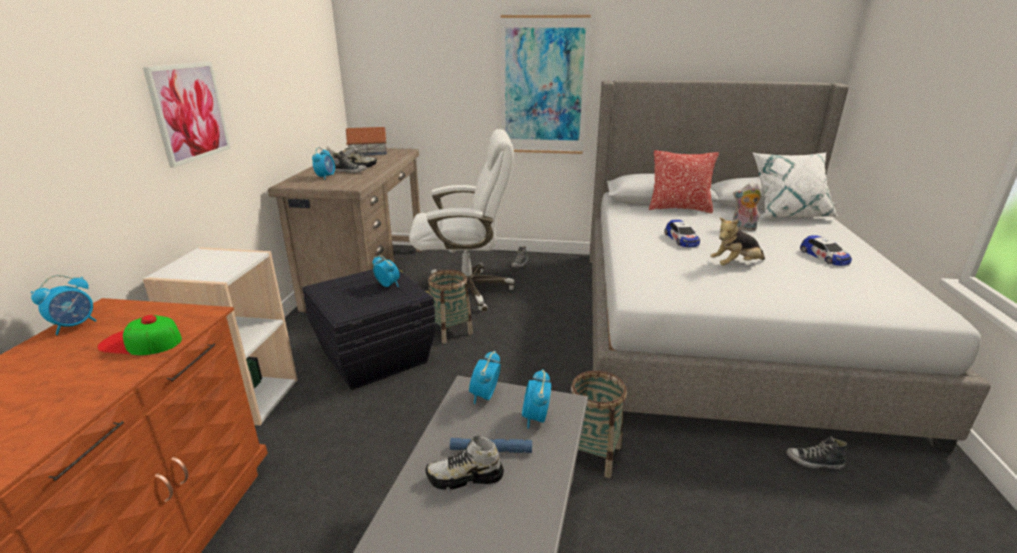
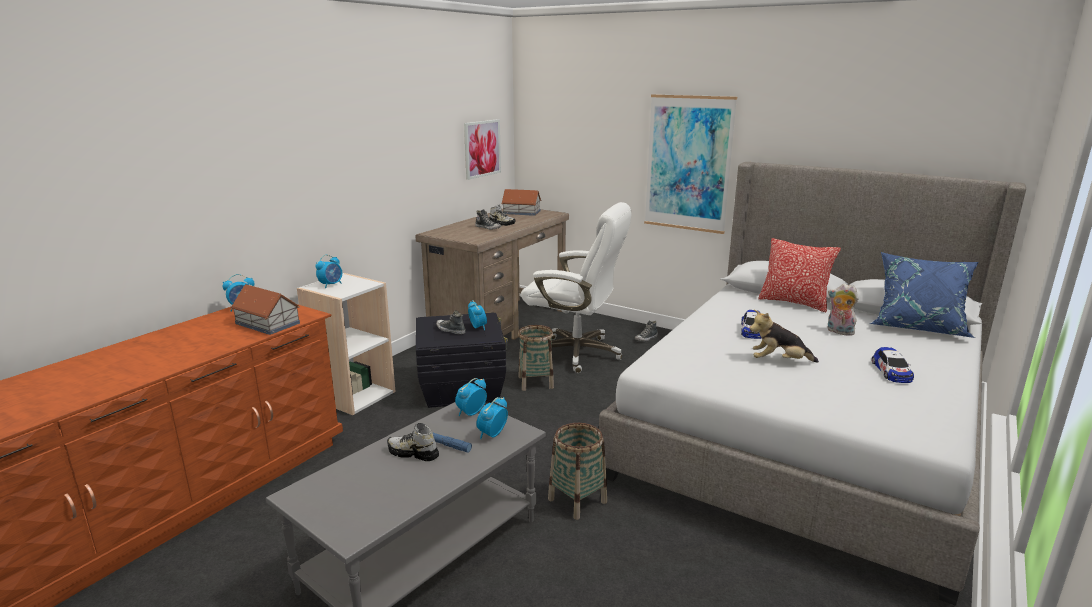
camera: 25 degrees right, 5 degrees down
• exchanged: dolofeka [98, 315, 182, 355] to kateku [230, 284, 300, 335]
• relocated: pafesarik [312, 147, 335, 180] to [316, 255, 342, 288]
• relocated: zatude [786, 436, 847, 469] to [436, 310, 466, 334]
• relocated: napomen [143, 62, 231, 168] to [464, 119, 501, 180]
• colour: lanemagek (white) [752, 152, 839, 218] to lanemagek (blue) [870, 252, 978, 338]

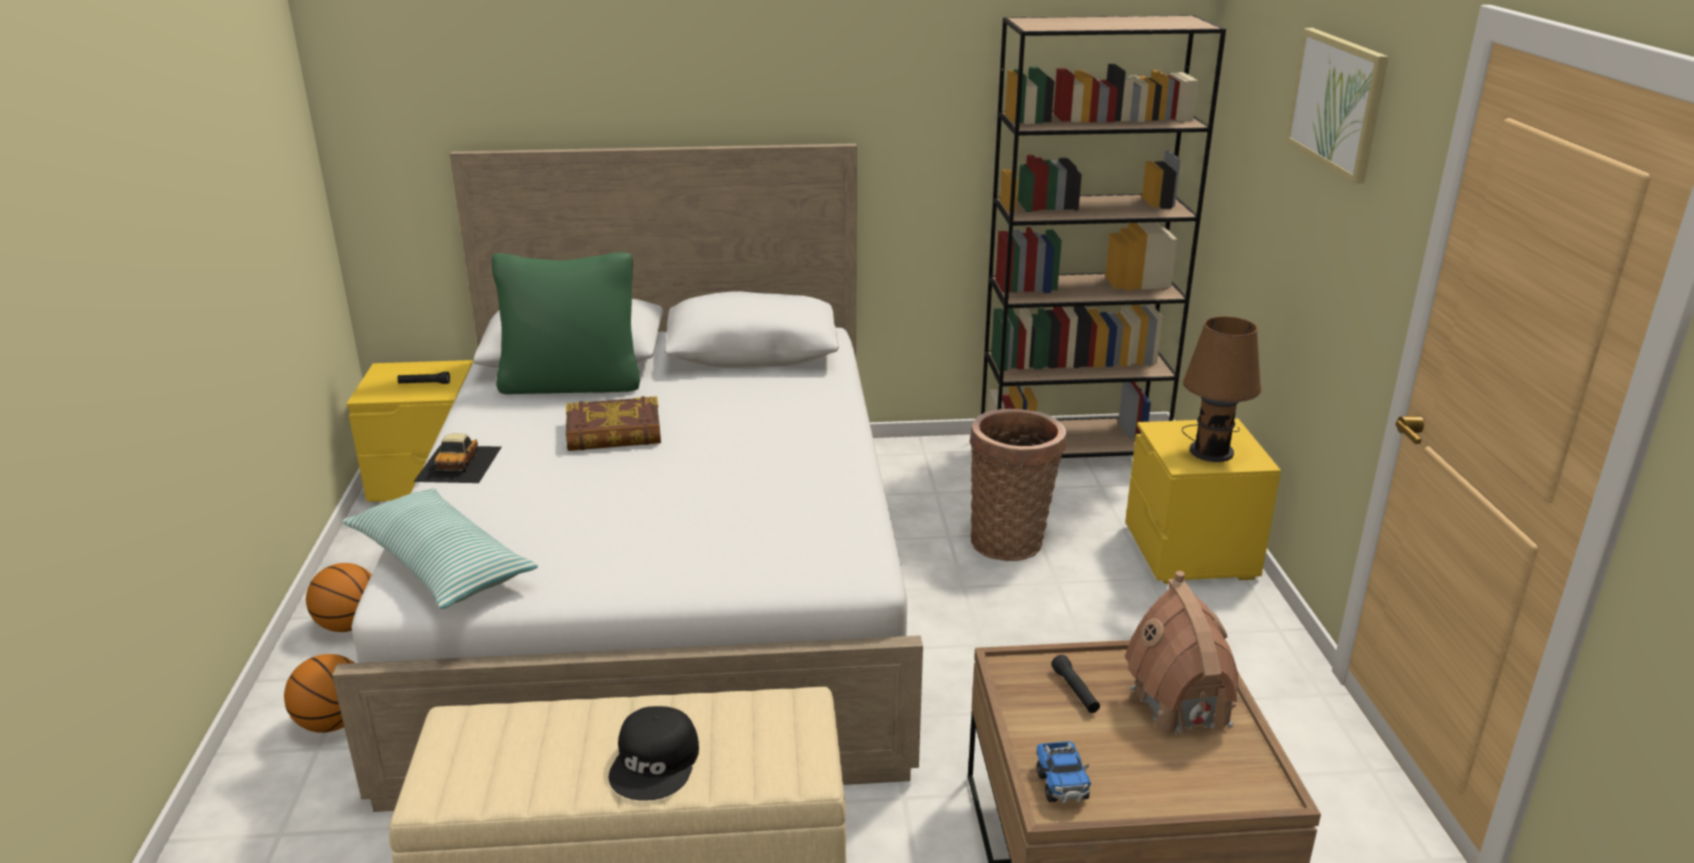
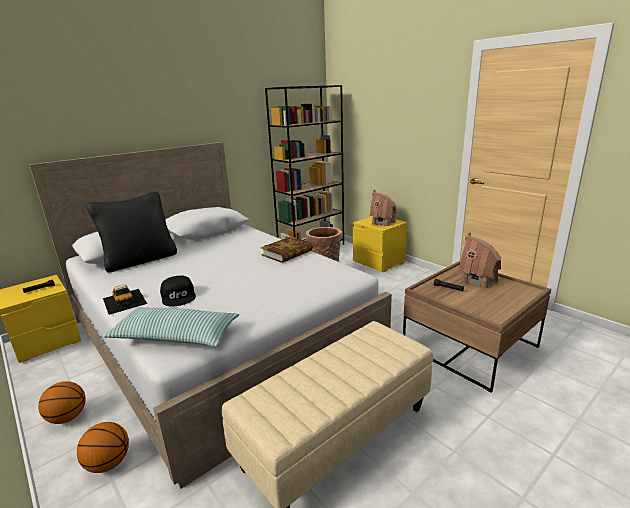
camera: 35 degrees left, 5 degrees down
• colour: lanemagek (green) [492, 253, 640, 394] to lanemagek (black) [86, 192, 177, 273]
• relocated: dolofeka (black) [609, 706, 699, 801] to [160, 275, 196, 307]
• relocated: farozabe [566, 396, 661, 451] to [261, 236, 313, 263]
• exchanged: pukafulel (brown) [1182, 316, 1262, 462] to kateku [370, 190, 396, 226]
• missing: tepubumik [1036, 741, 1091, 804]
• missing: napomen [1286, 28, 1389, 184]

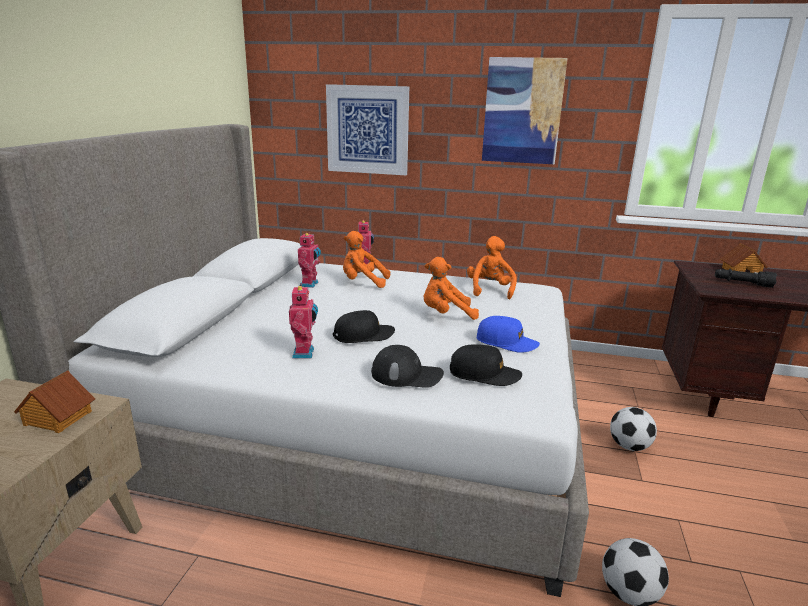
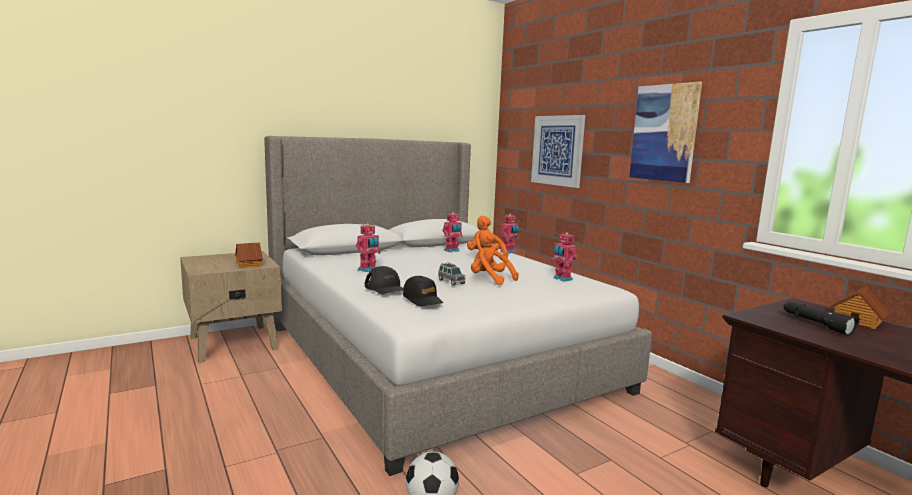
camera: 45 degrees right, 10 degrees down
• appeared: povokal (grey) [438, 263, 466, 286]
• exchanged: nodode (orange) [467, 236, 516, 299] to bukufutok [551, 232, 577, 282]
• missing: dolofeka (black) [333, 310, 395, 343]
• missing: dolofeka (blue) [477, 316, 540, 353]
• missing: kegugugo [610, 407, 657, 451]

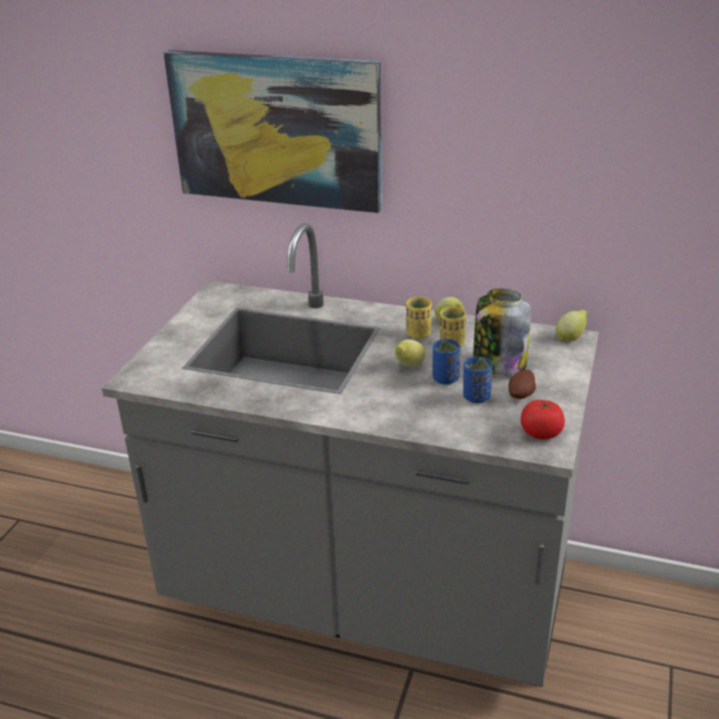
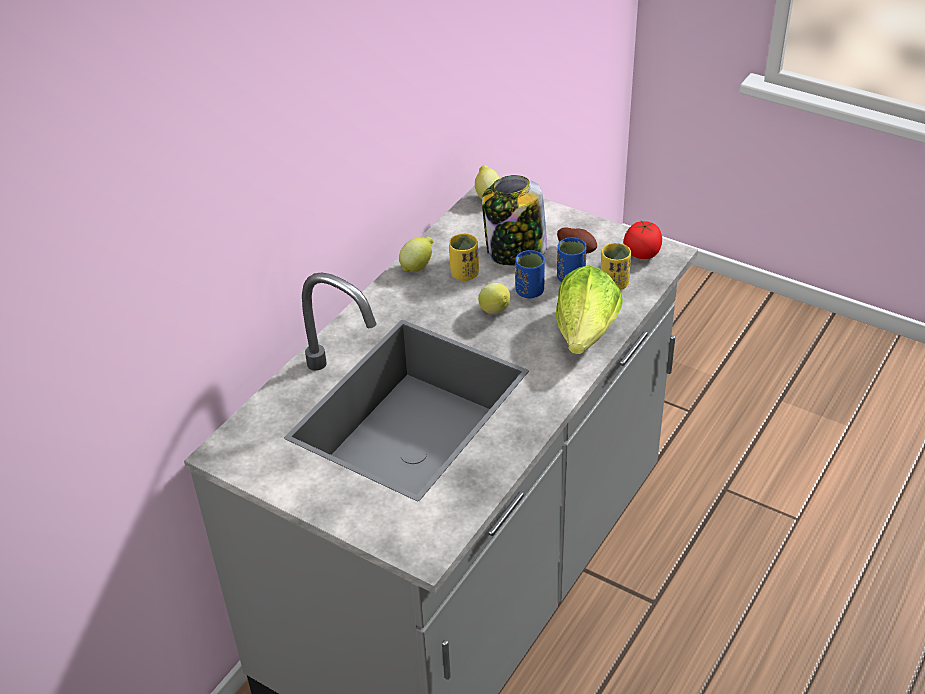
camera: 75 degrees left, 10 degrees up
• appeared: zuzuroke [556, 265, 623, 354]
• relocated: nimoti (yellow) [406, 297, 432, 339] to [601, 243, 631, 290]
• missing: napomen [163, 50, 382, 213]

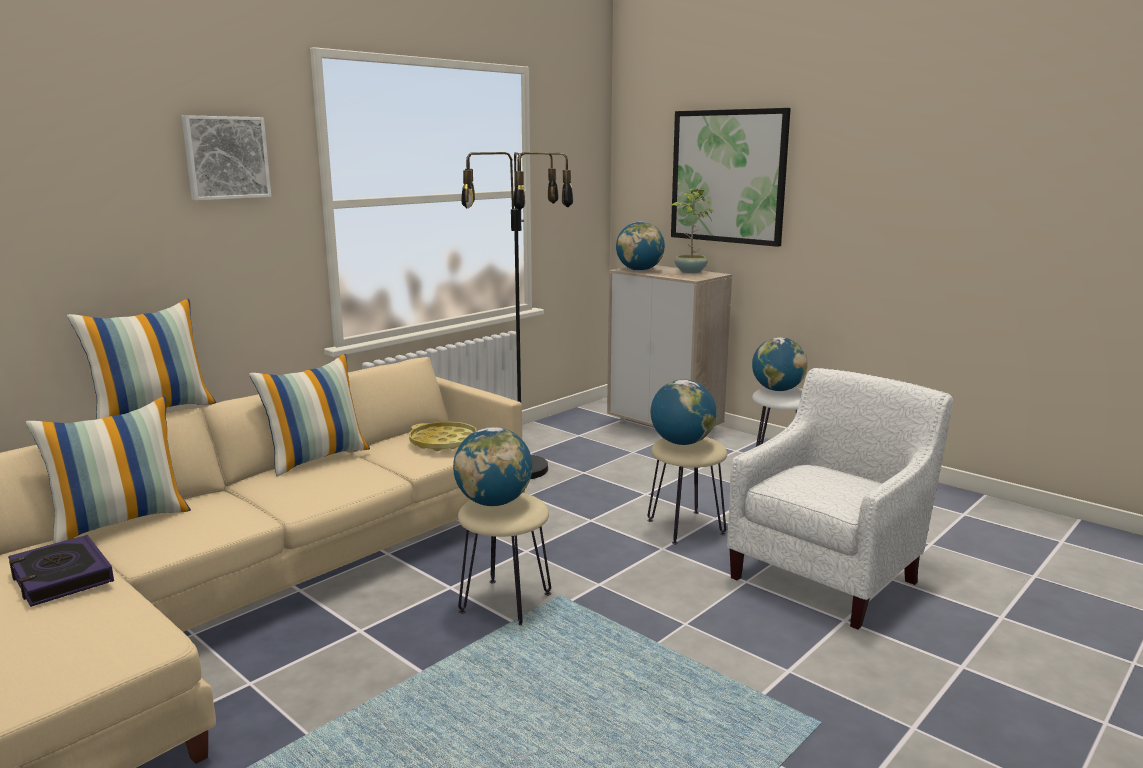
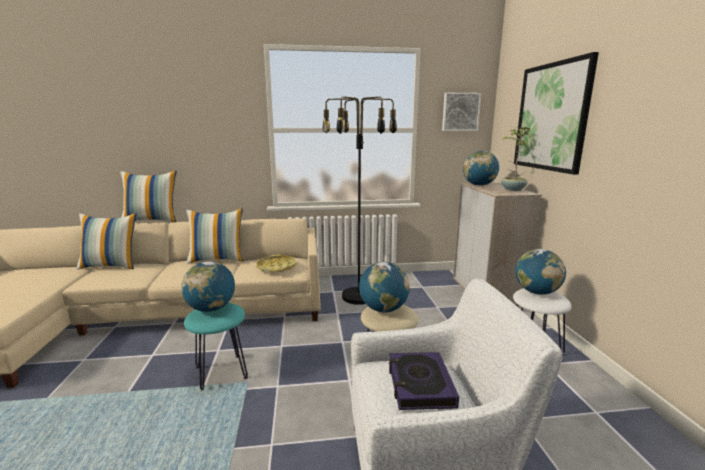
camera: 40 degrees right, 0 degrees up
• colour: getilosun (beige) [458, 493, 551, 625] to getilosun (turquoise) [184, 303, 248, 390]
• relocated: farozabe [8, 535, 114, 607] to [389, 352, 459, 410]
• relocated: napomen [182, 115, 271, 200] to [442, 93, 481, 131]

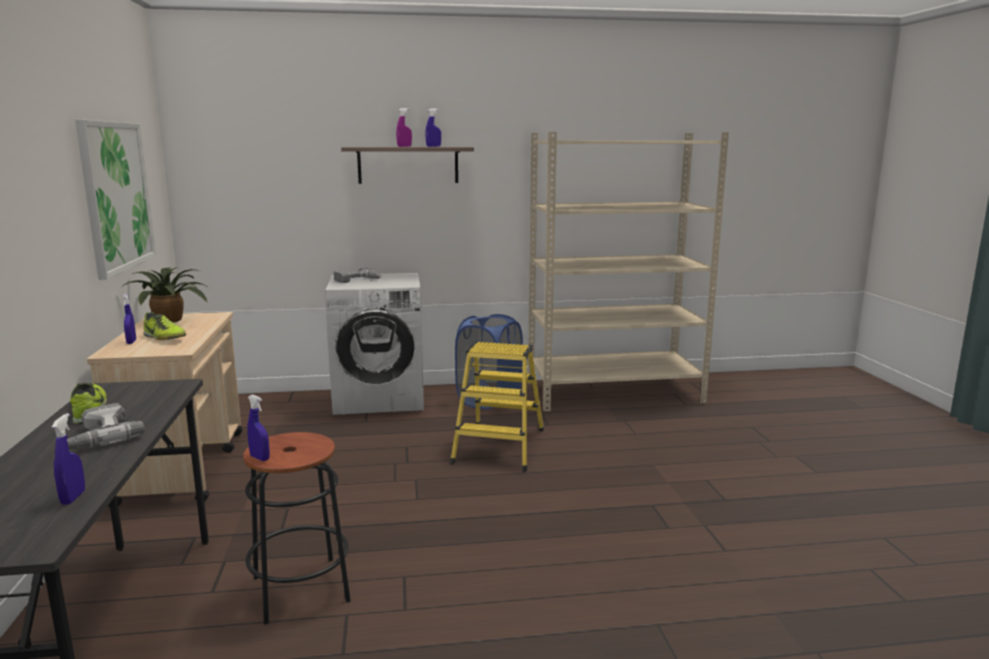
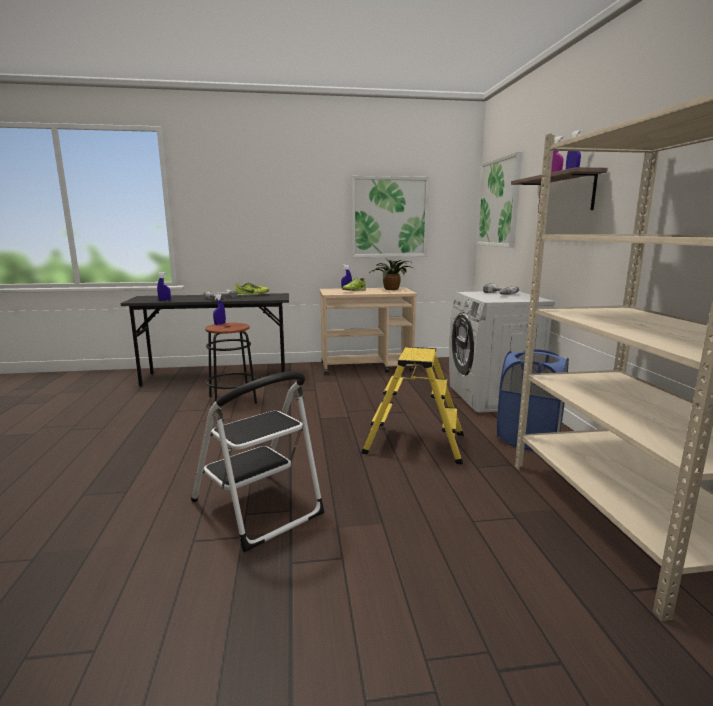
camera: 90 degrees right, 0 degrees up
• appeared: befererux [191, 371, 324, 552]
• appeared: napomen [476, 152, 522, 248]

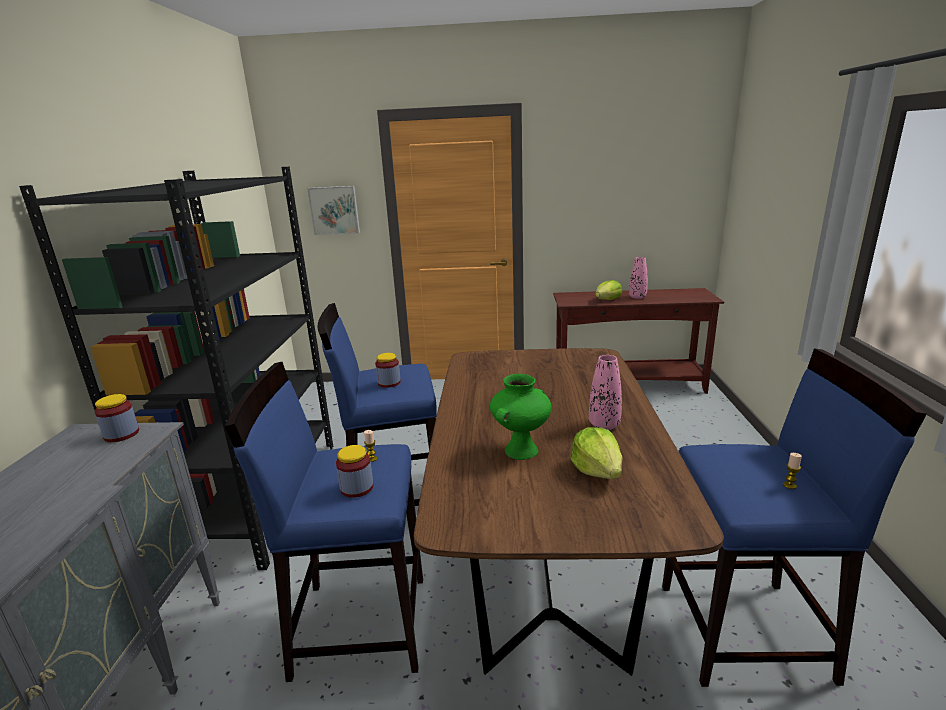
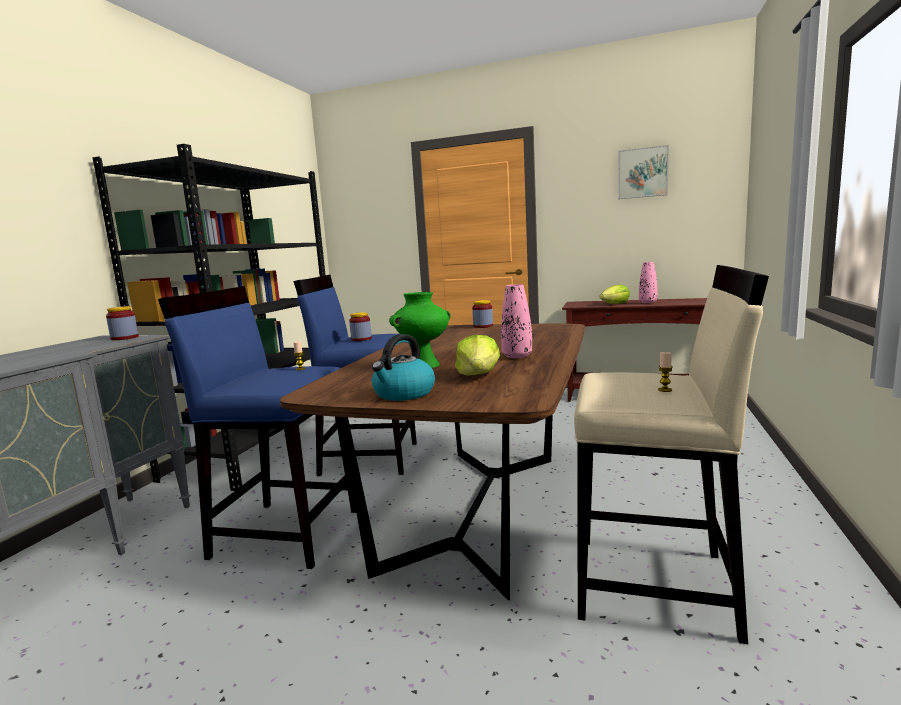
camera: 15 degrees right, 10 degrees down
• appeared: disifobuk [372, 334, 435, 401]
• relocated: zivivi [336, 445, 373, 498] to [472, 300, 493, 328]
• colour: getilosun (blue) [662, 348, 927, 687] to getilosun (beige) [574, 265, 769, 644]
• relocated: napomen [307, 186, 360, 235] to [618, 145, 669, 199]

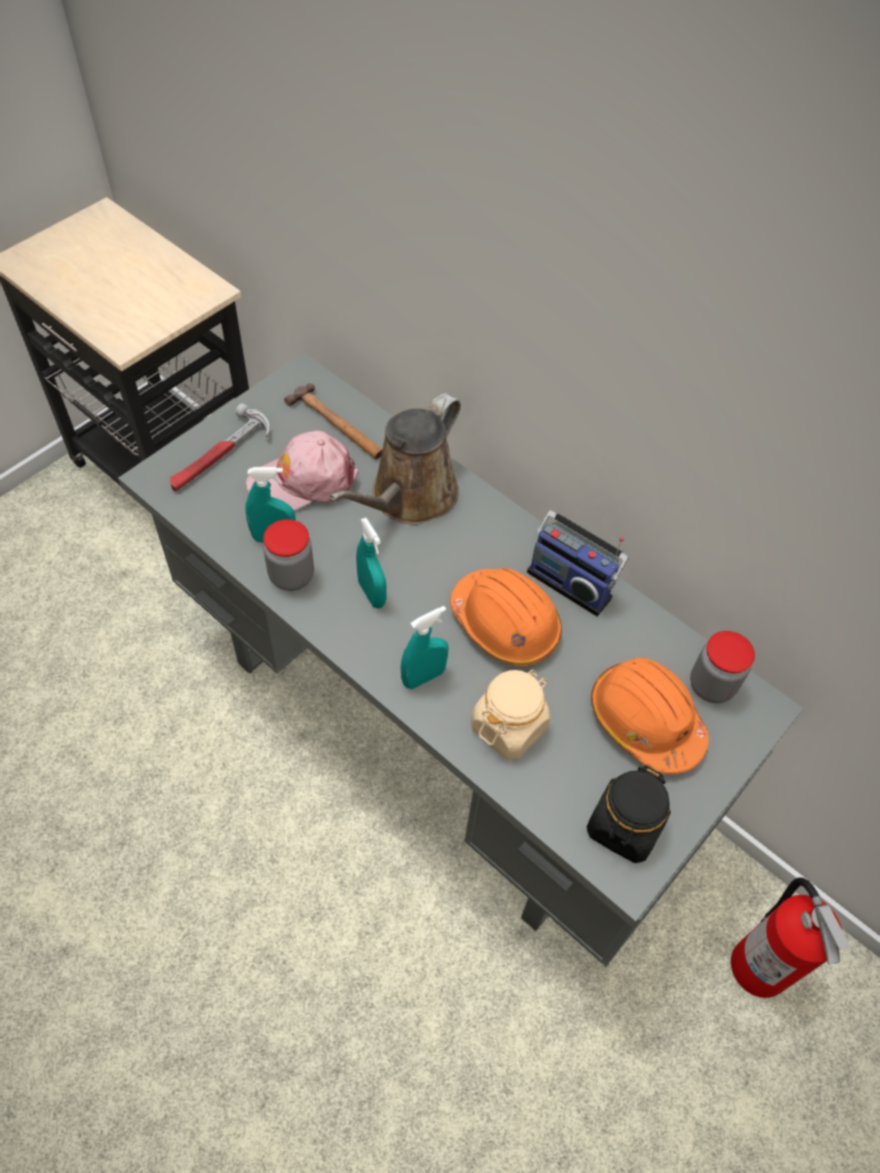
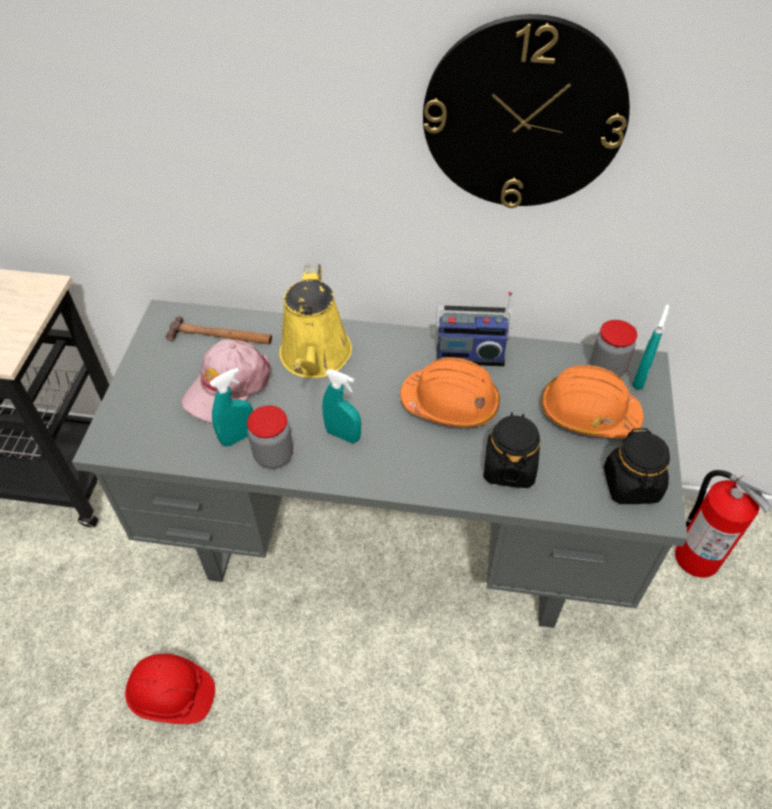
camera: 30 degrees left, 5 degrees down
• appeared: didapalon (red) [125, 654, 215, 724]
• colour: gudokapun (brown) [330, 393, 461, 525] to gudokapun (yellow) [279, 264, 352, 378]
• appeared: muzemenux [423, 14, 630, 208]
• colour: zivivi (beige) [471, 669, 550, 760] to zivivi (black) [484, 412, 540, 488]
• relocated: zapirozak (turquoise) [400, 606, 448, 689] to [632, 305, 669, 390]
• missing: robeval [170, 403, 270, 491]

